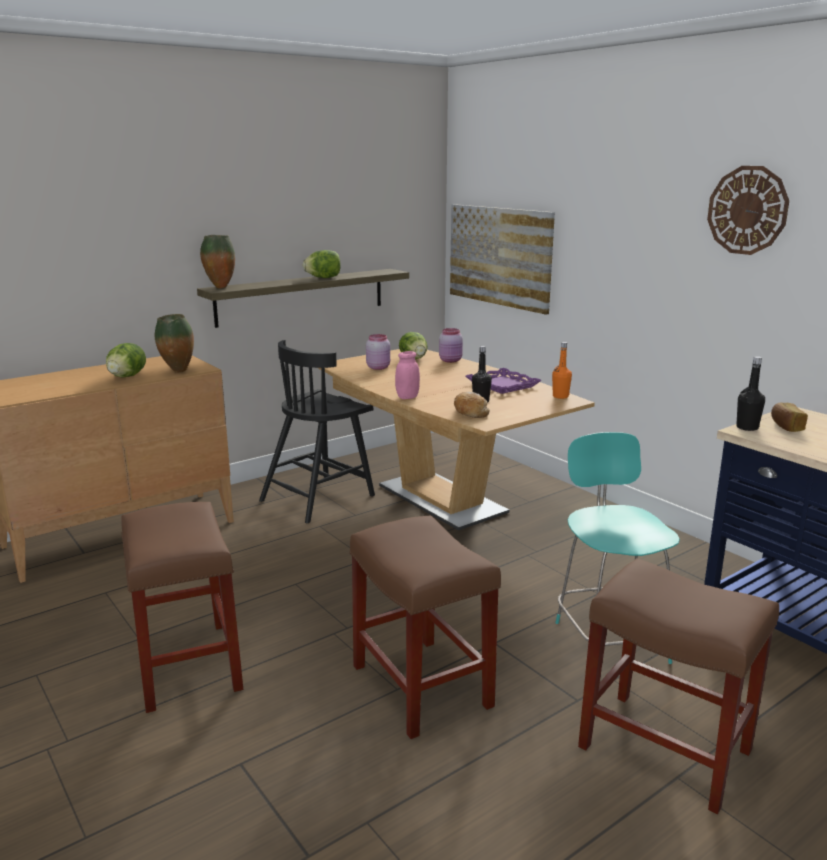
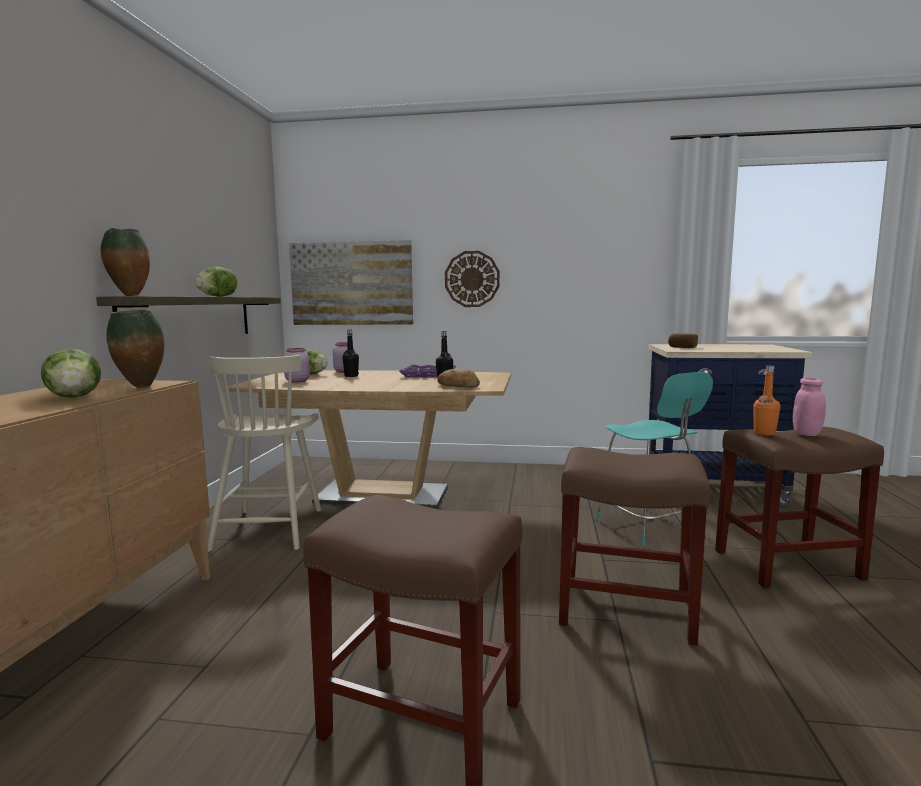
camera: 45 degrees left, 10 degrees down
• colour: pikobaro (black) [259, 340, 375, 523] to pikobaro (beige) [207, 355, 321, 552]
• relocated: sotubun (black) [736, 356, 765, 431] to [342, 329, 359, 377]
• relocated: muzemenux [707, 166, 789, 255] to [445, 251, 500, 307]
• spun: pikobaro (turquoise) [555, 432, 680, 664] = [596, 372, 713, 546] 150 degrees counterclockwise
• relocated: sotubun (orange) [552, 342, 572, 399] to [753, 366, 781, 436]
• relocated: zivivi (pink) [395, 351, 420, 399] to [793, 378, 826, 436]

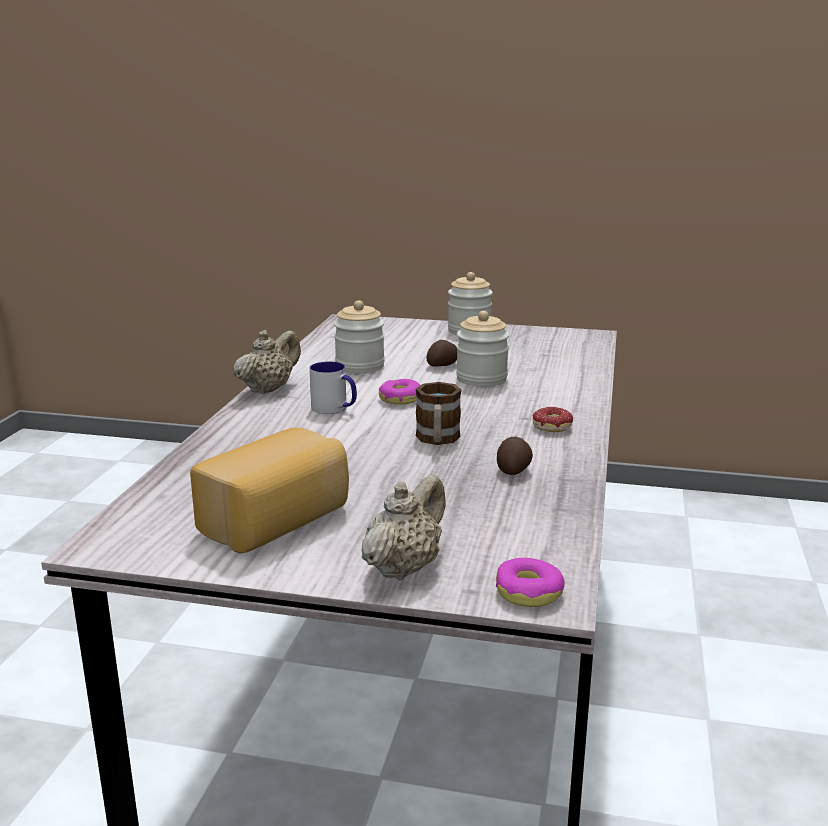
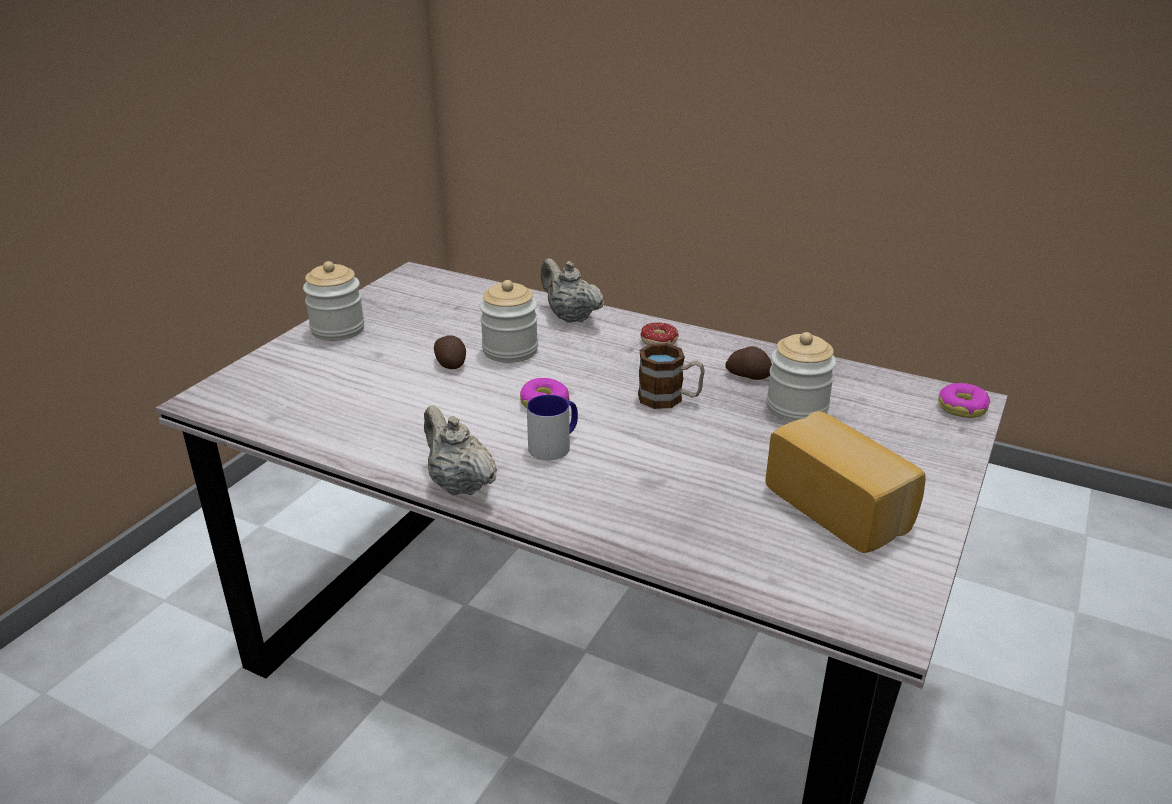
camera: 75 degrees left, 10 degrees up
• relocated: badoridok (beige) [361, 475, 446, 581] to [541, 258, 604, 323]
• relocated: zivivi [334, 300, 385, 373] to [766, 332, 836, 422]

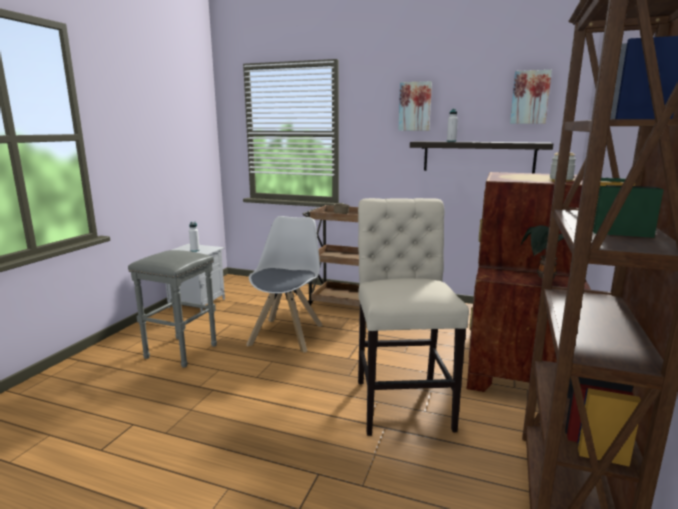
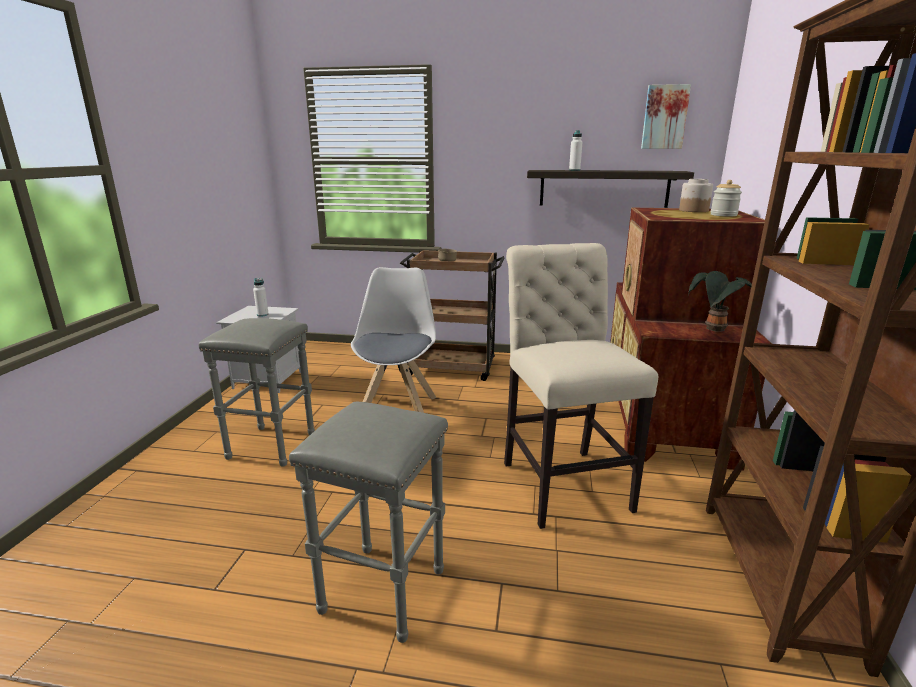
camera: 10 degrees left, 5 degrees up
• appeared: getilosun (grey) [289, 402, 448, 643]
• appeared: zivivi [679, 179, 713, 212]
• missing: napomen [398, 81, 432, 131]

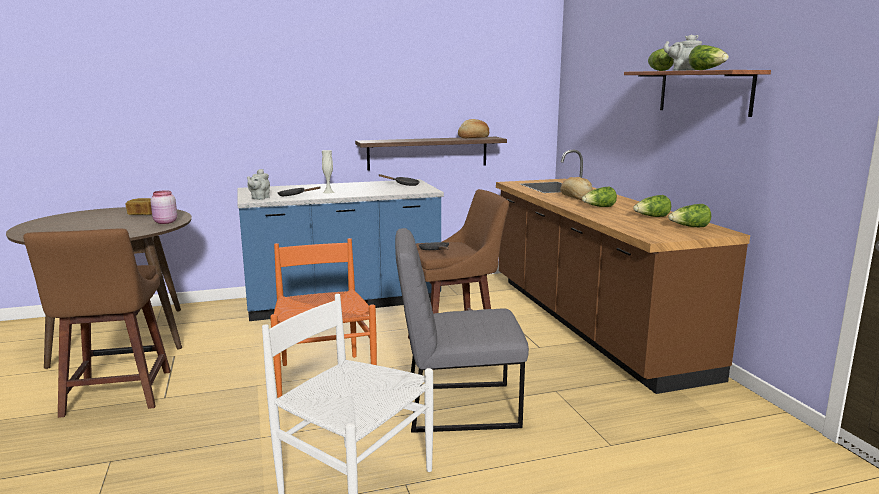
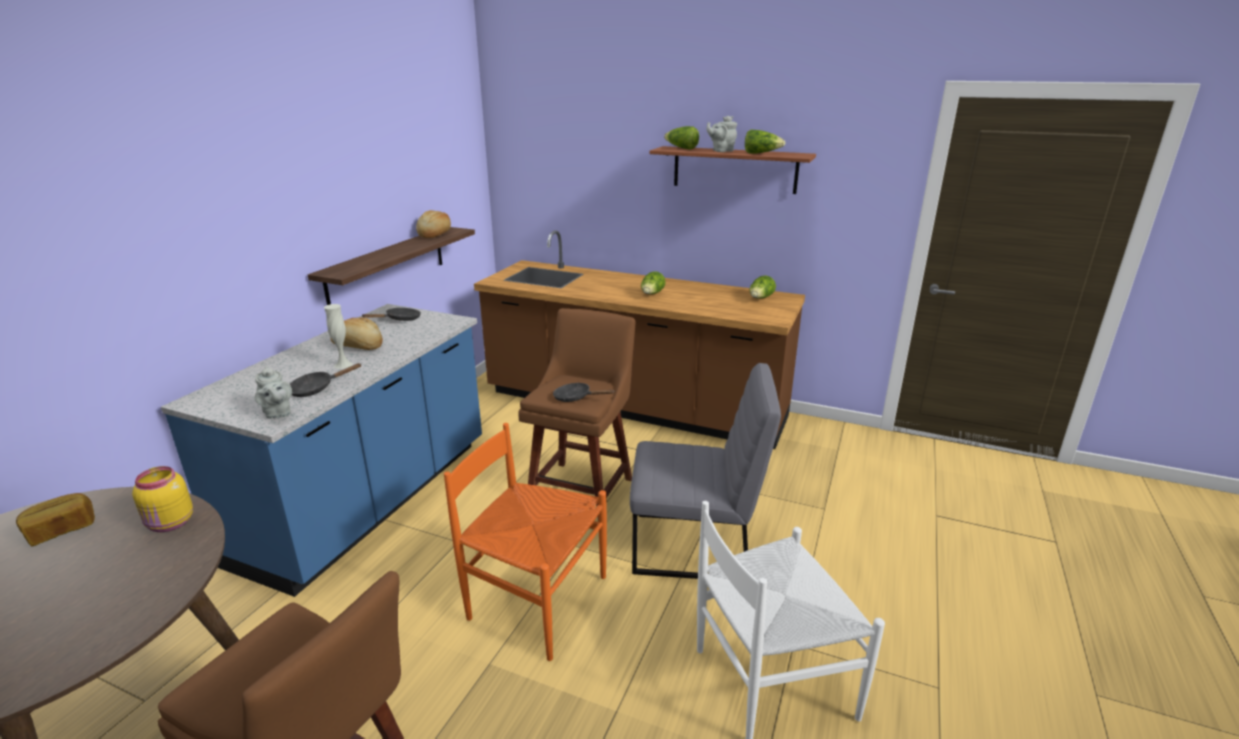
camera: 50 degrees left, 10 degrees up
• colour: zivivi (pink) [151, 190, 177, 224] to zivivi (yellow) [132, 466, 193, 532]
• relocated: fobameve [560, 177, 593, 200] to [330, 318, 383, 350]
• spun: pikobaro (grey) [395, 228, 529, 433] = [630, 363, 781, 579] 120 degrees counterclockwise
• missing: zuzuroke [633, 195, 671, 217]

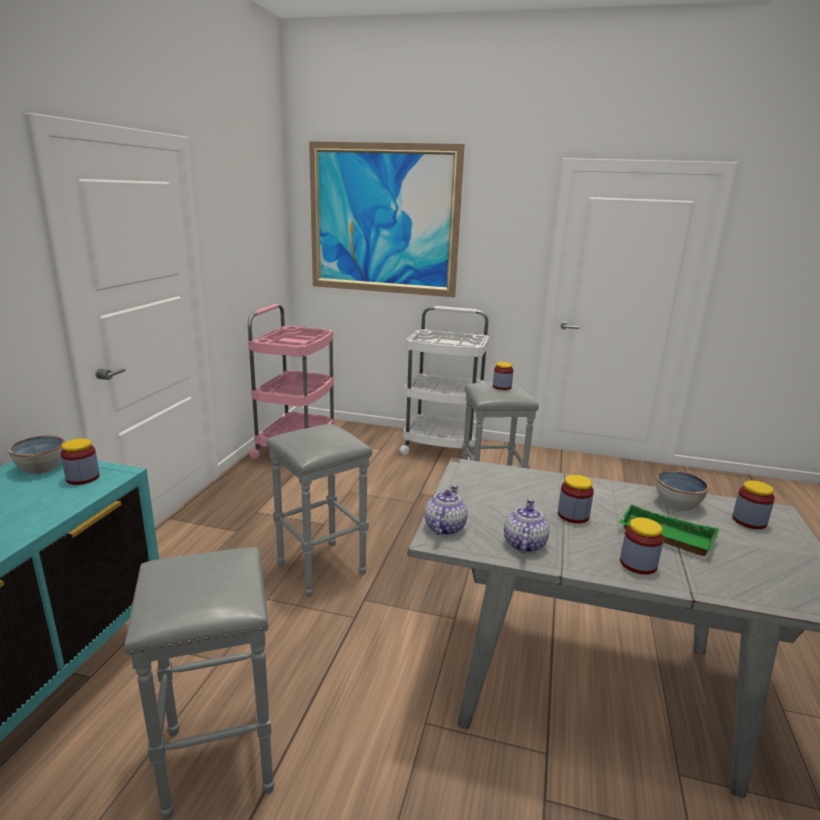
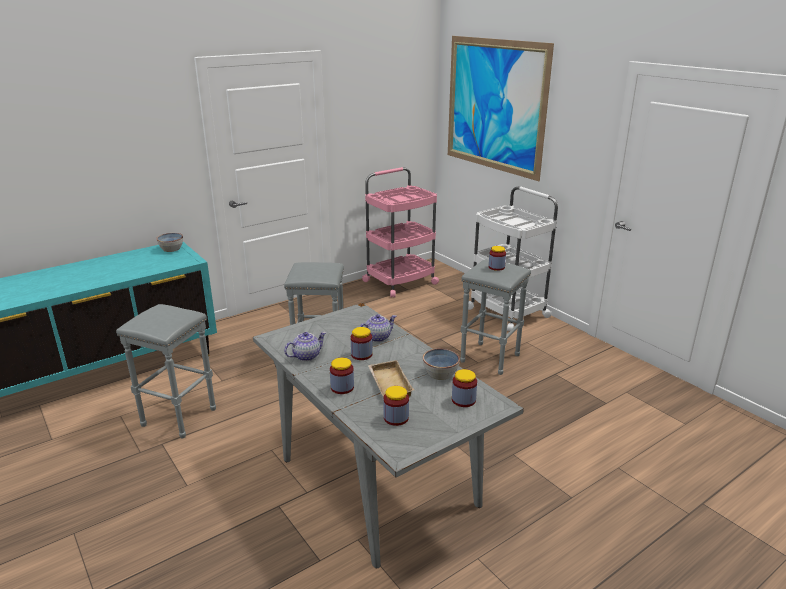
camera: 40 degrees right, 5 degrees up
• relocated: badoridok [425, 485, 468, 535] to [359, 314, 396, 342]
• colour: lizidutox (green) [619, 504, 719, 556] to lizidutox (beige) [368, 360, 414, 397]
• relocated: zivivi [61, 438, 100, 485] to [383, 386, 409, 426]

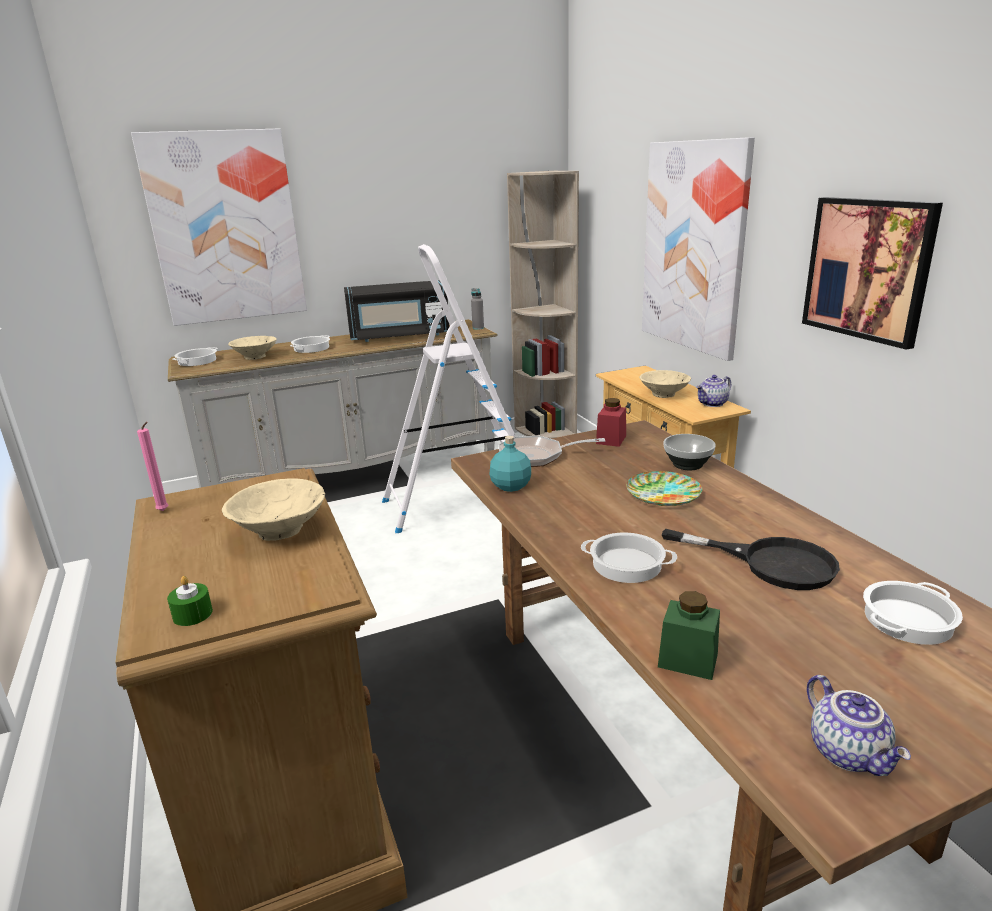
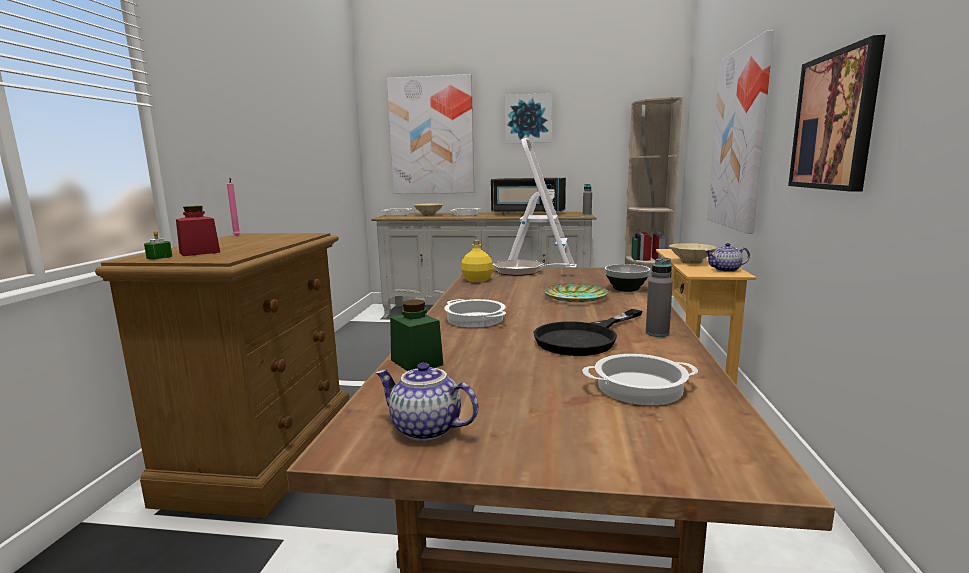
camera: 30 degrees right, 10 degrees down
• relocated: zivivi (red) [596, 398, 626, 447] to [176, 206, 220, 256]
• spun: badoridok [807, 675, 911, 776] = [375, 362, 478, 441] 105 degrees clockwise
• colour: sotubun (turquoise) [489, 436, 531, 492] to sotubun (yellow) [461, 240, 493, 282]
• appeared: napomen [505, 93, 552, 144]
• spun: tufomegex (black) [662, 529, 840, 590] = [533, 309, 643, 356] 75 degrees clockwise
• appeared: sotubun (grey) [646, 258, 673, 337]
• missing: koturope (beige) [222, 478, 325, 541]

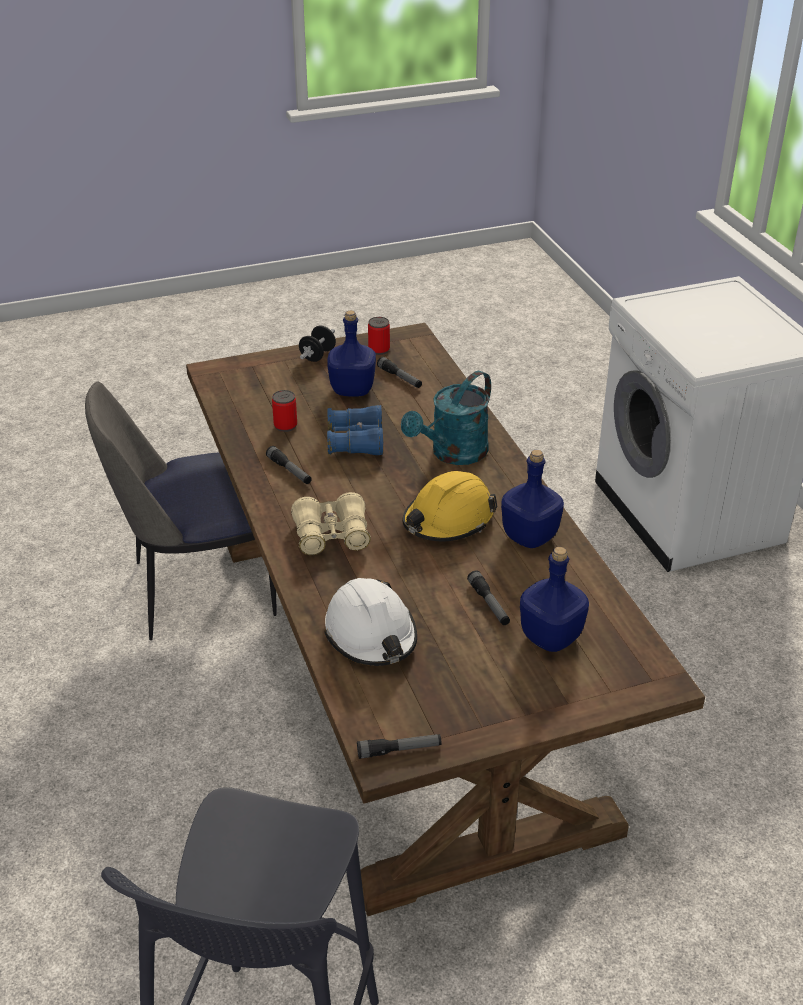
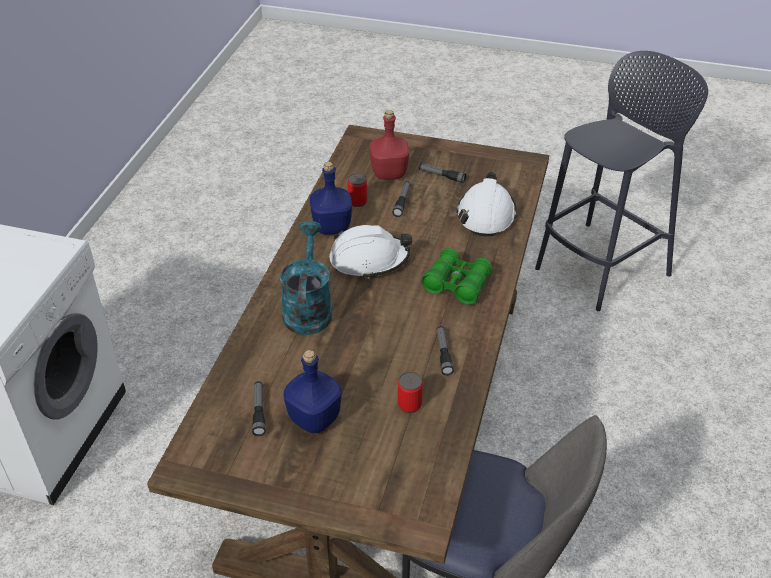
camera: 145 degrees left, 5 degrees up
• spun: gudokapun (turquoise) [401, 371, 491, 465] = [280, 221, 332, 335] 75 degrees counterclockwise
• colour: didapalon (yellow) [402, 471, 498, 541] to didapalon (white) [329, 225, 412, 279]
• relocated: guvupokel [368, 317, 390, 355] to [348, 173, 367, 207]
• colour: sotubun (blue) [520, 547, 589, 652] to sotubun (red) [369, 110, 409, 180]
• relocated: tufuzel [357, 734, 442, 759] to [419, 164, 466, 183]
• colour: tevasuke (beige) [291, 492, 371, 555] to tevasuke (green) [421, 248, 493, 305]
• missing: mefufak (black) [299, 326, 336, 362]
• missing: tevasuke (blue) [327, 405, 383, 456]

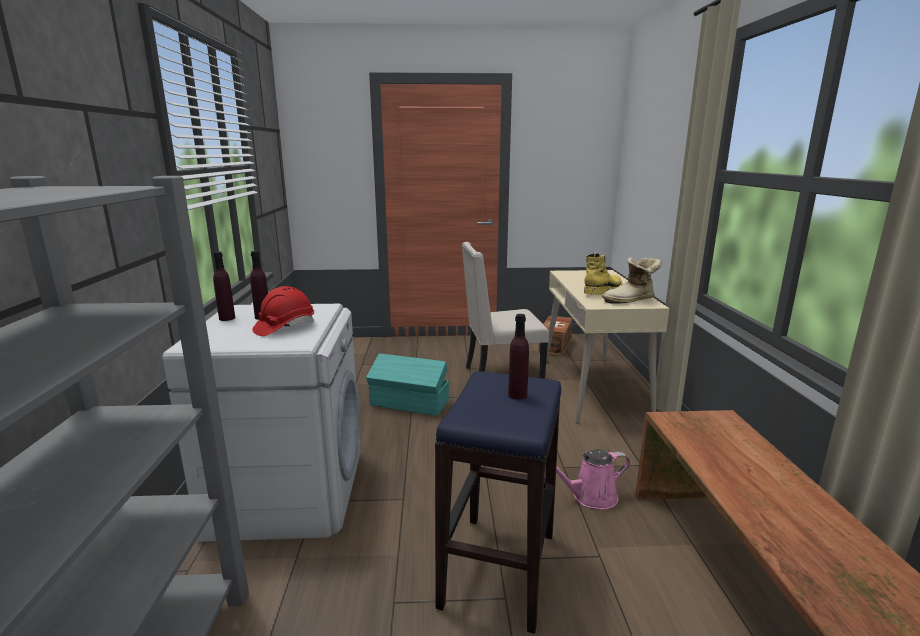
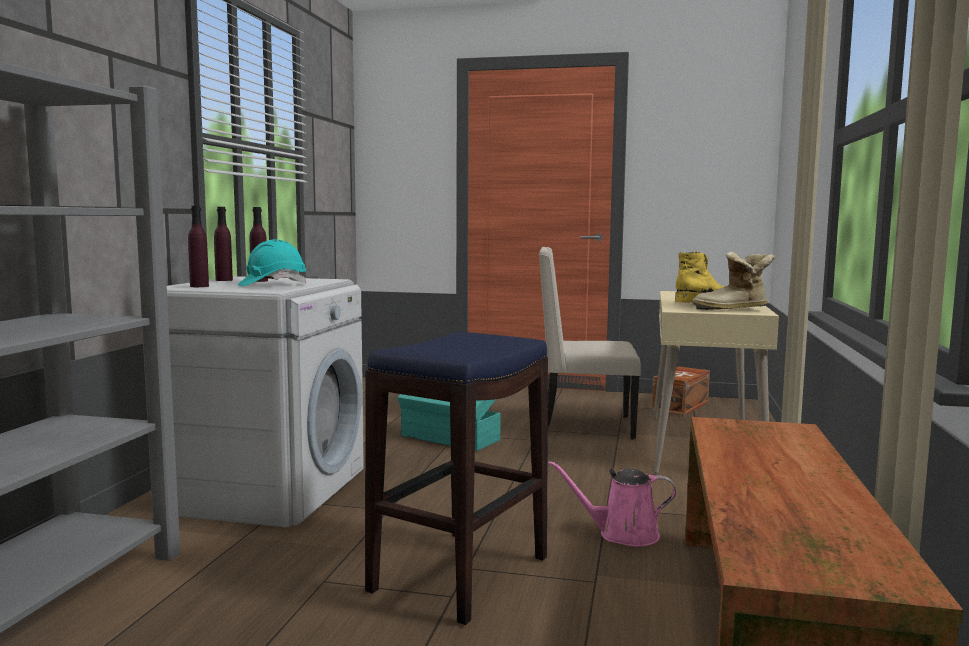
camera: 15 degrees right, 10 degrees down
• relocated: sotubun (purple) [508, 314, 529, 400] to [188, 206, 209, 287]
• colour: didapalon (red) [252, 286, 314, 336] to didapalon (turquoise) [238, 239, 306, 286]

